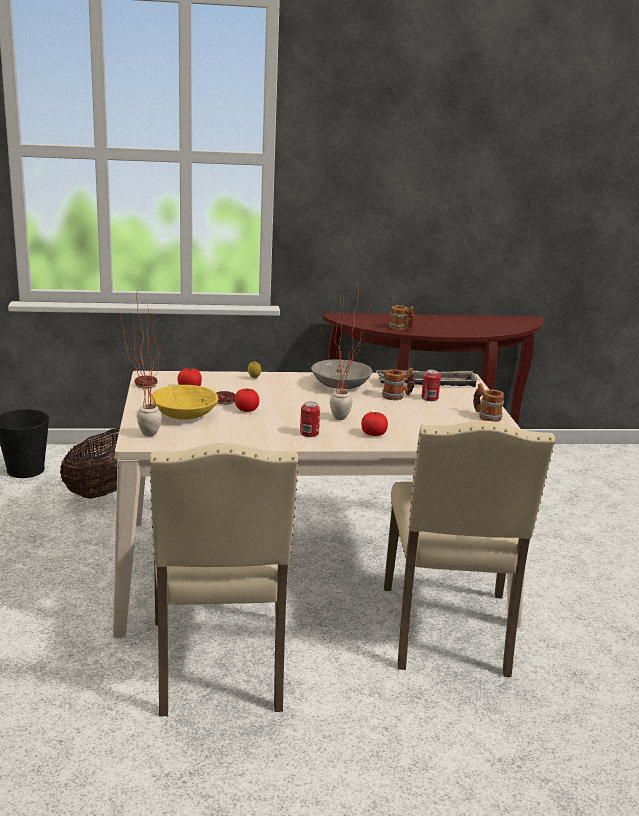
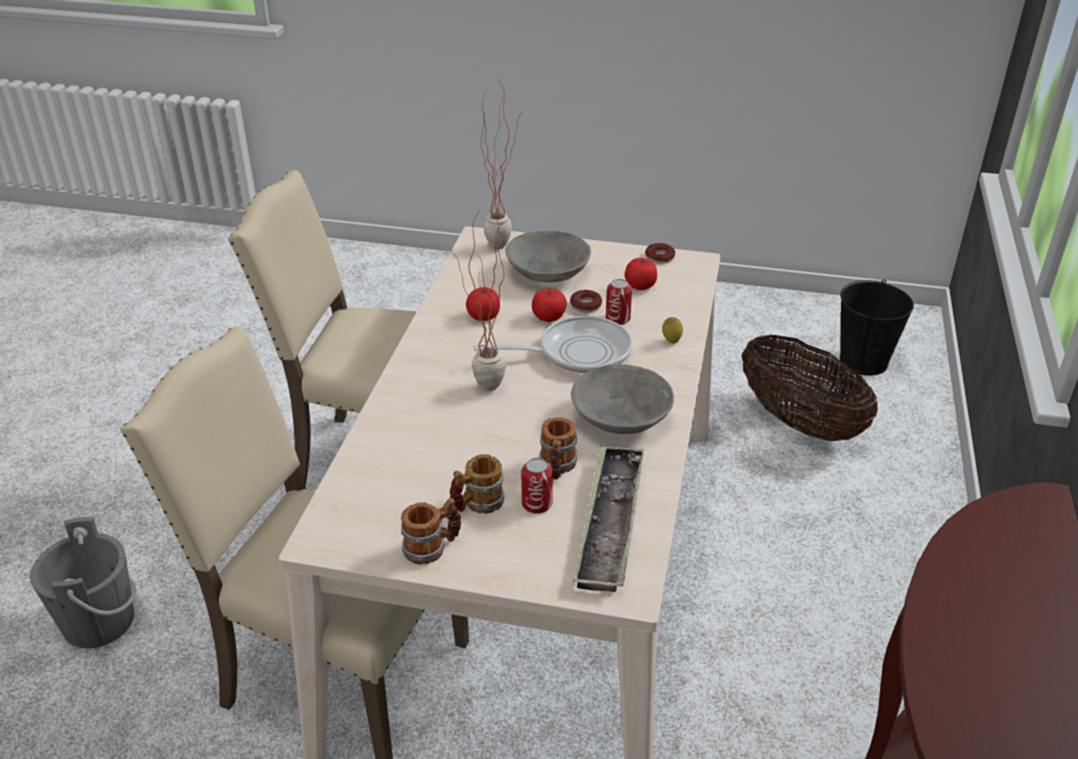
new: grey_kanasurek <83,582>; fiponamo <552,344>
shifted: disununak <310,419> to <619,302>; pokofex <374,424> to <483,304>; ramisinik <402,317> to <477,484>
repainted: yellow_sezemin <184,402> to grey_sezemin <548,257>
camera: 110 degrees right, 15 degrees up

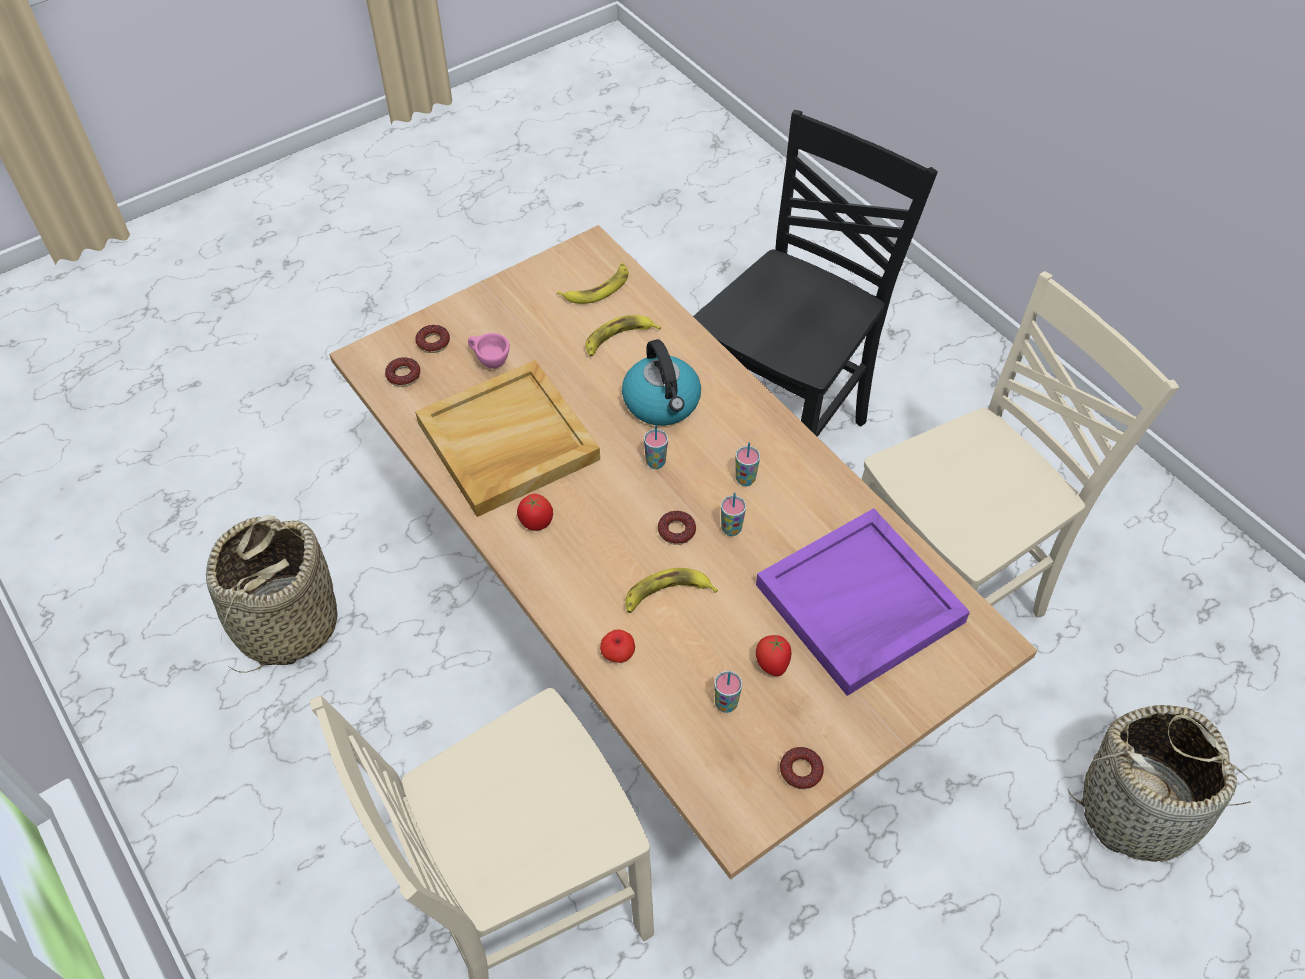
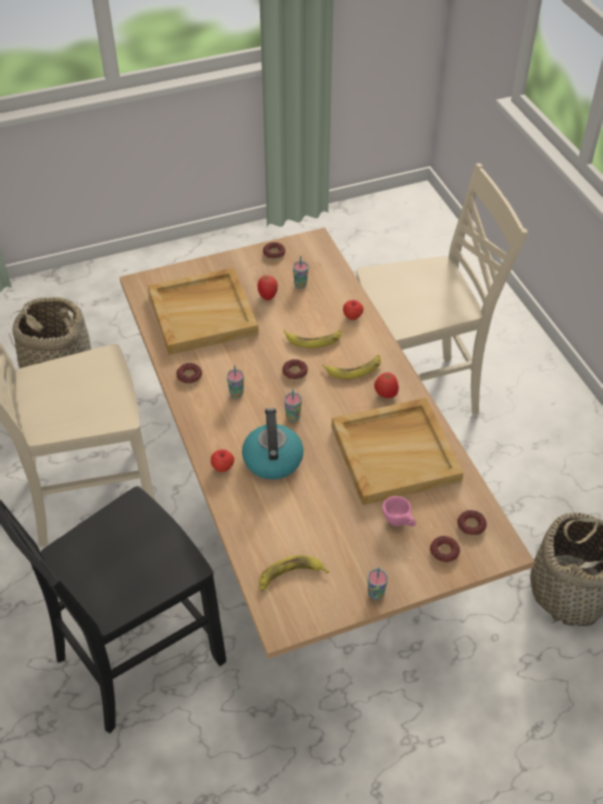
new: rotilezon <189,373>; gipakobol <222,460>
shifted: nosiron <623,335> to <351,366>; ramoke <733,514> to <378,583>
repainted: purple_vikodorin <863,602> to beige_vikodorin <203,311>
camera: 165 degrees left, 5 degrees down

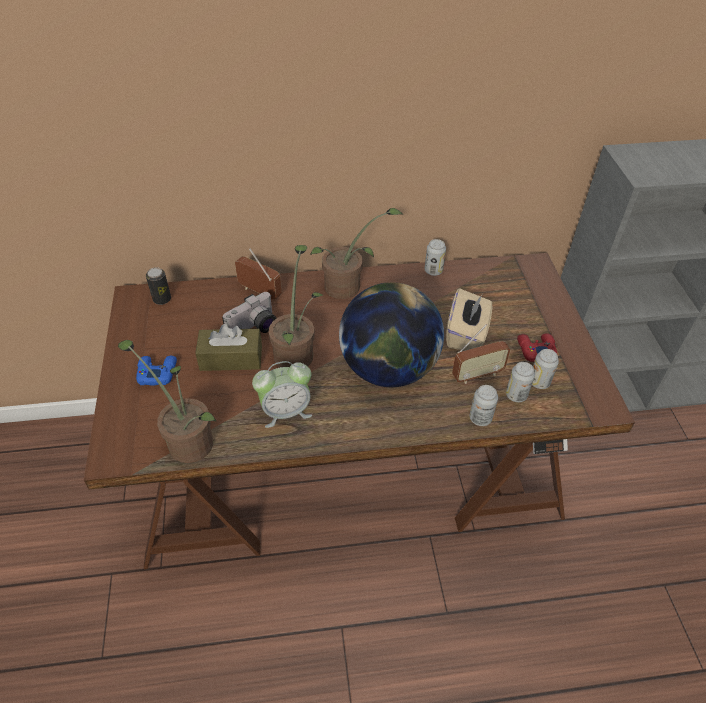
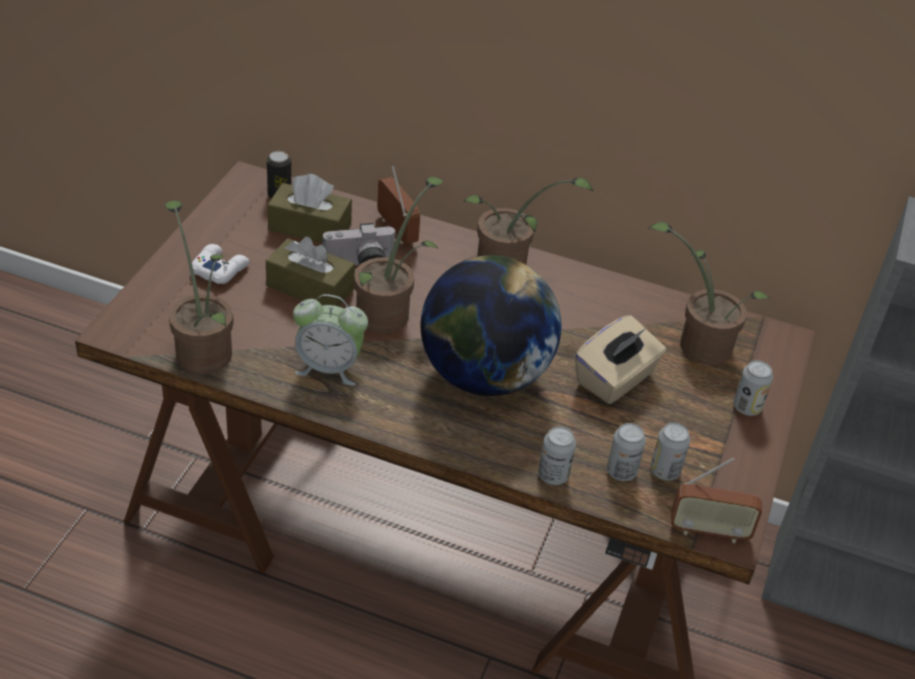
gone: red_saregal <537,347>
new: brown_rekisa <310,208>; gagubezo <709,293>
shifted: disununak <435,257> to <753,388>; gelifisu <481,354> to <716,501>
repainted: blue_saregal <156,371> to white_saregal <220,264>
camera: 25 degrees right, 5 degrees down

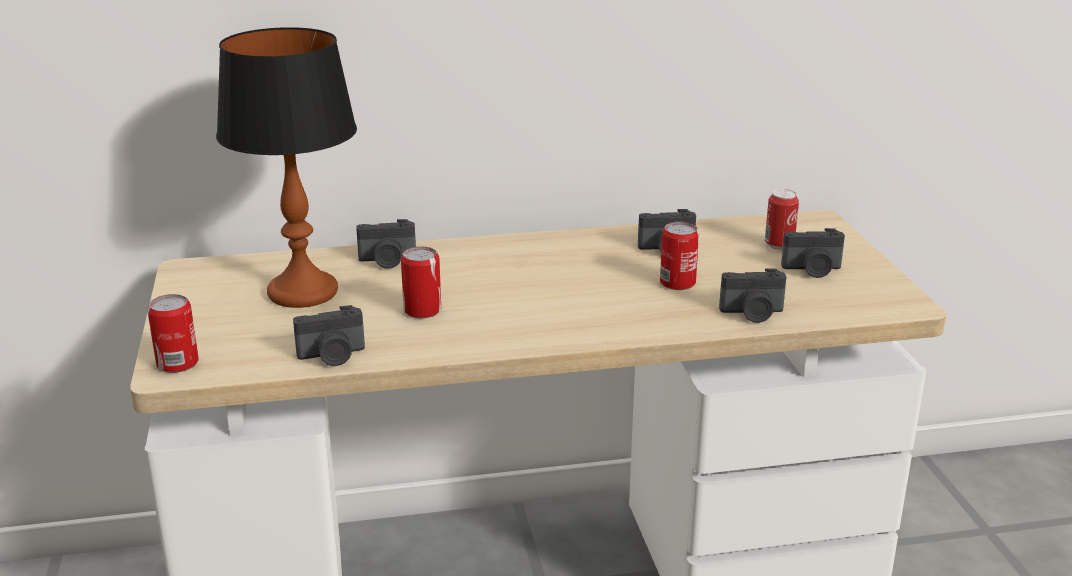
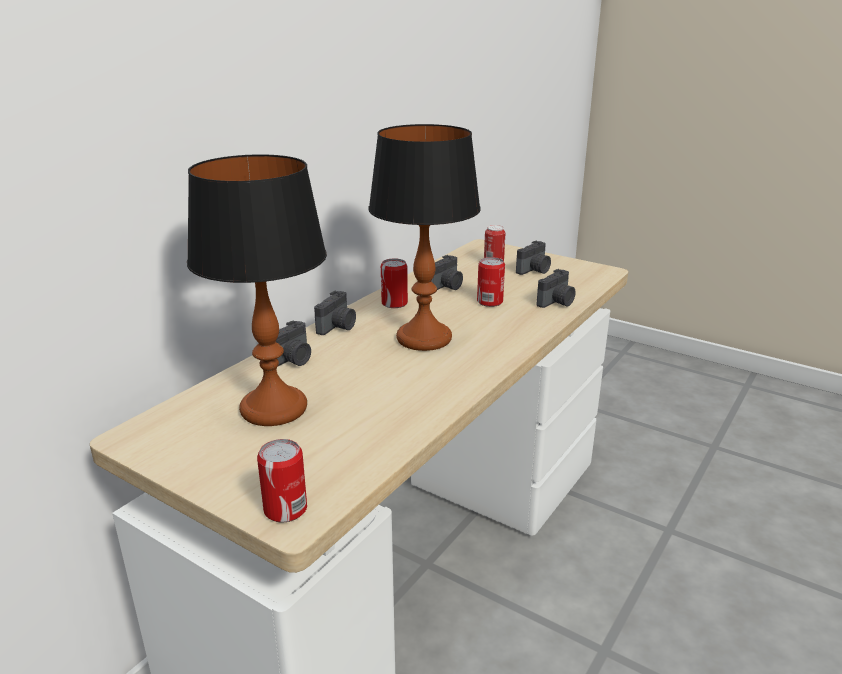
new: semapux <424,237>
shifted: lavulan <329,335> to <335,313>; disununak <421,282> to <394,283>
camera: 45 degrees left, 0 degrees up

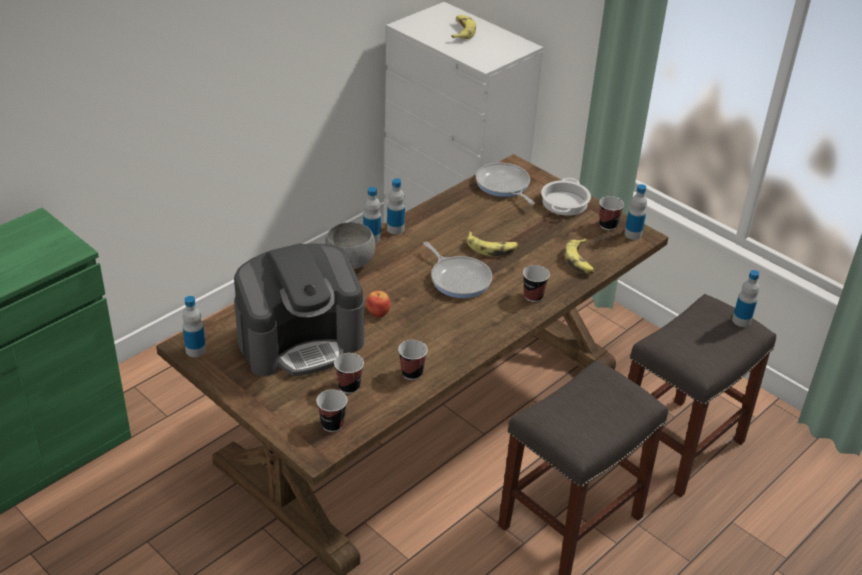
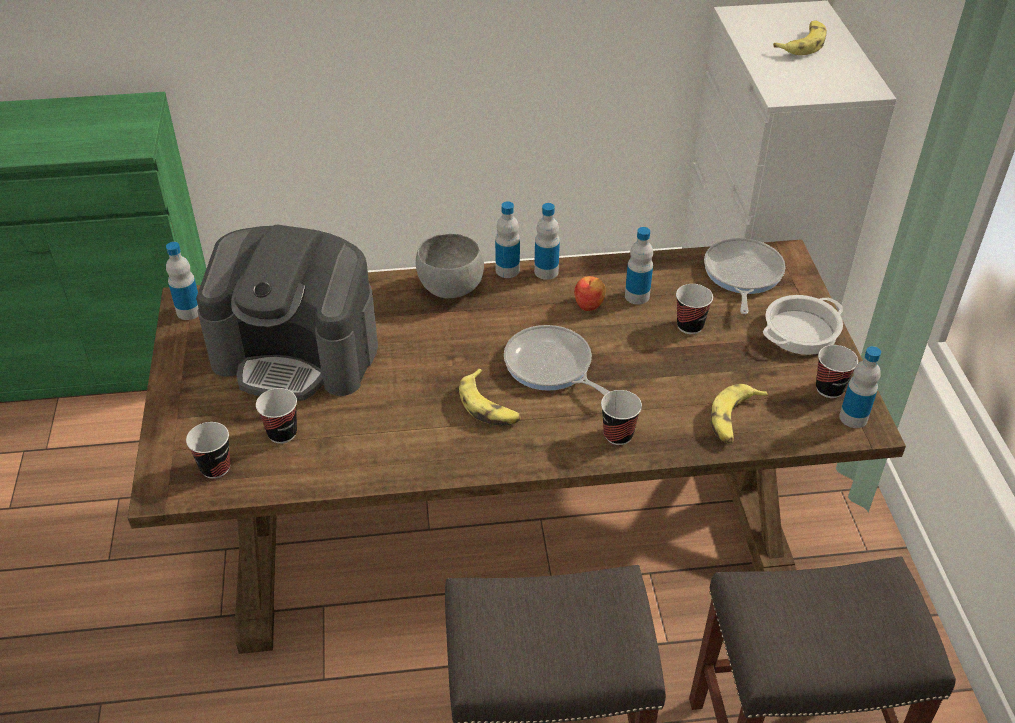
shifted: gipakobol <378,304> to <590,293>; ramoke <413,360> to <694,309>; nosiron <492,244> to <490,397>; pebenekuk <746,298> to <639,266>
rotated: fiponamo <457,270> = <557,360> 135 degrees clockwise
camera: 40 degrees right, 5 degrees up

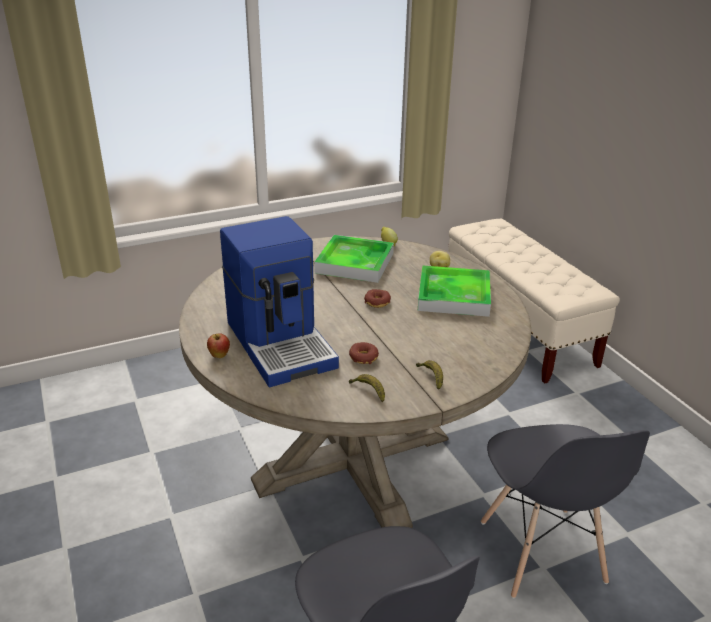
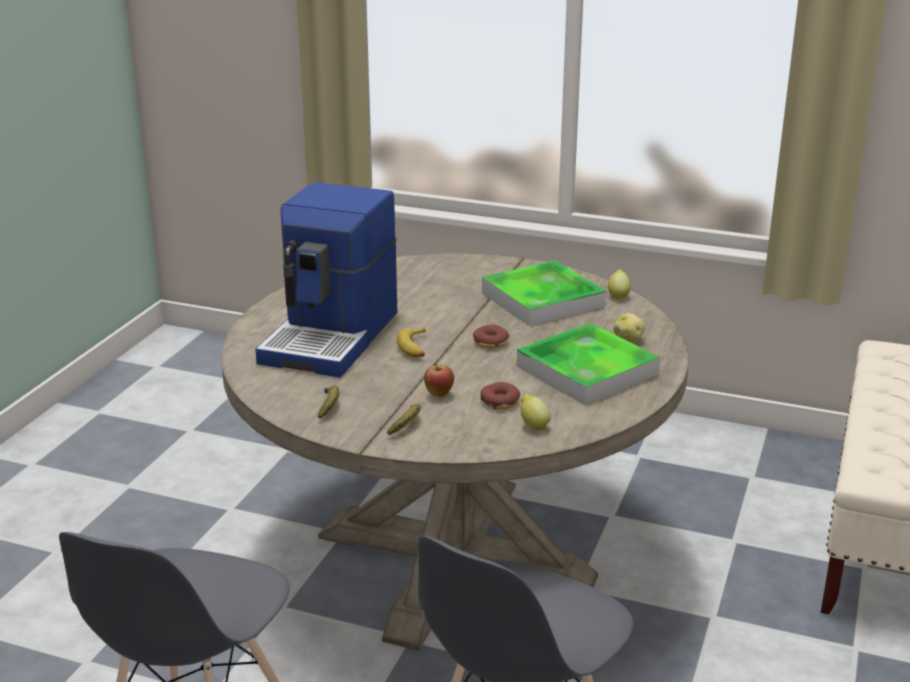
new: nosiron <411,343>; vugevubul <536,412>
shifted: gipakobol <218,345> to <439,380>; rotilezon <364,353> to <500,396>
camera: 45 degrees right, 5 degrees down

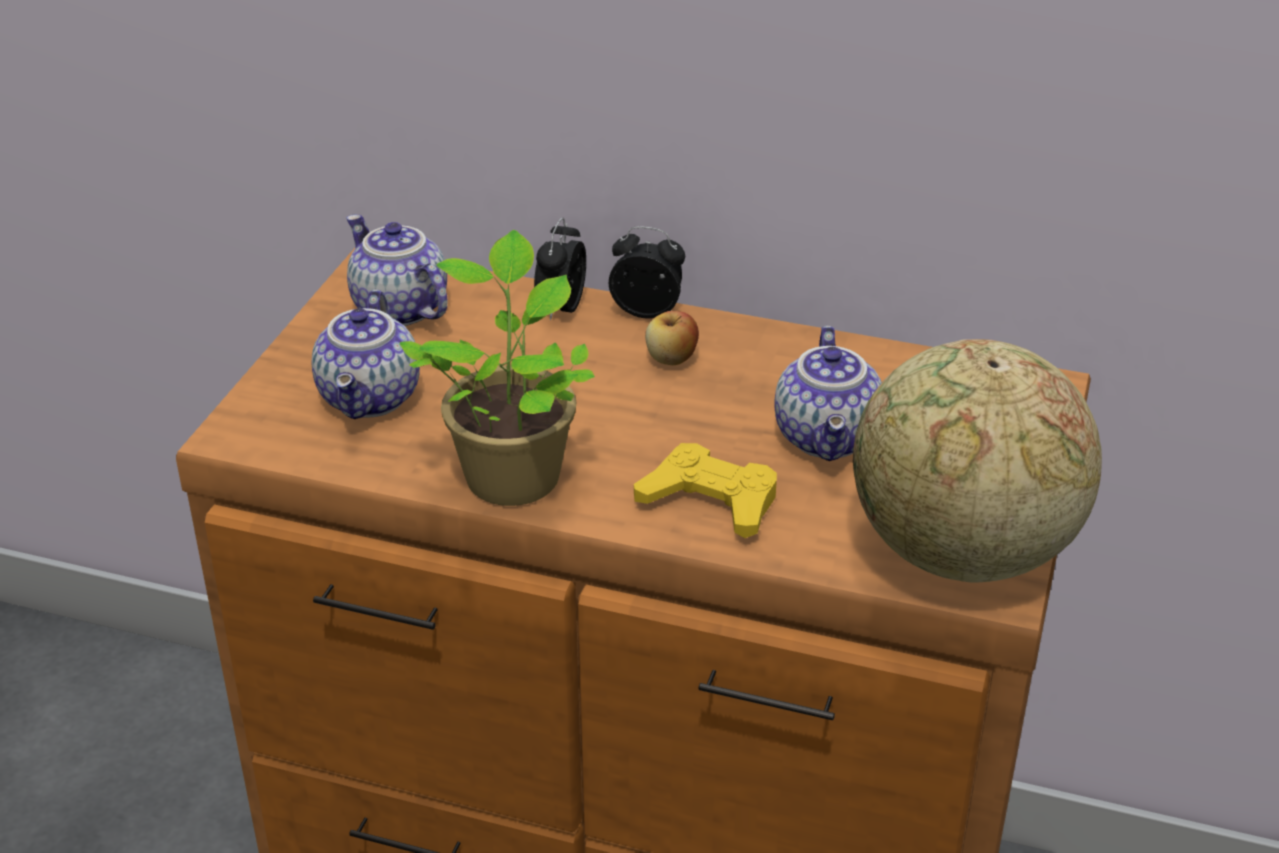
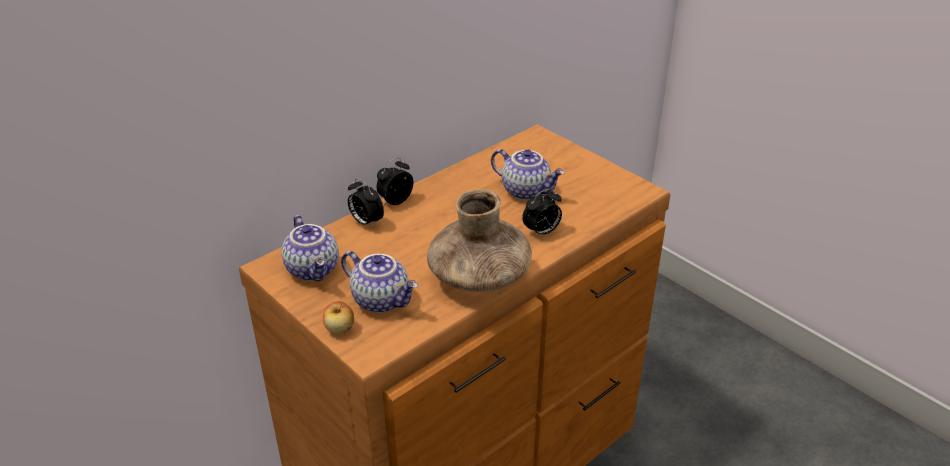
gone: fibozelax <977,461>
shifted: gipakobol <672,338> to <338,318>
swapped: gagubezo <497,368> to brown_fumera <479,240>; yellow_saregal <705,490> to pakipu <542,213>
rotated: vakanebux <396,270> = <310,248> 105 degrees counterclockwise
camera: 60 degrees left, 0 degrees up

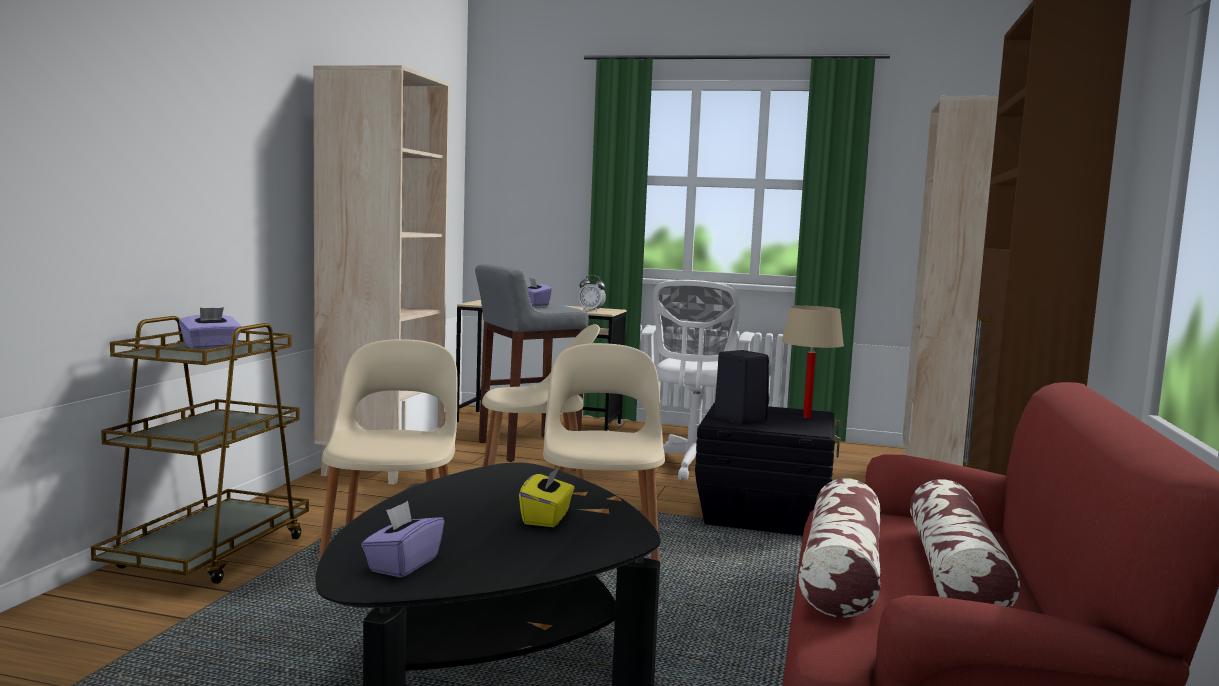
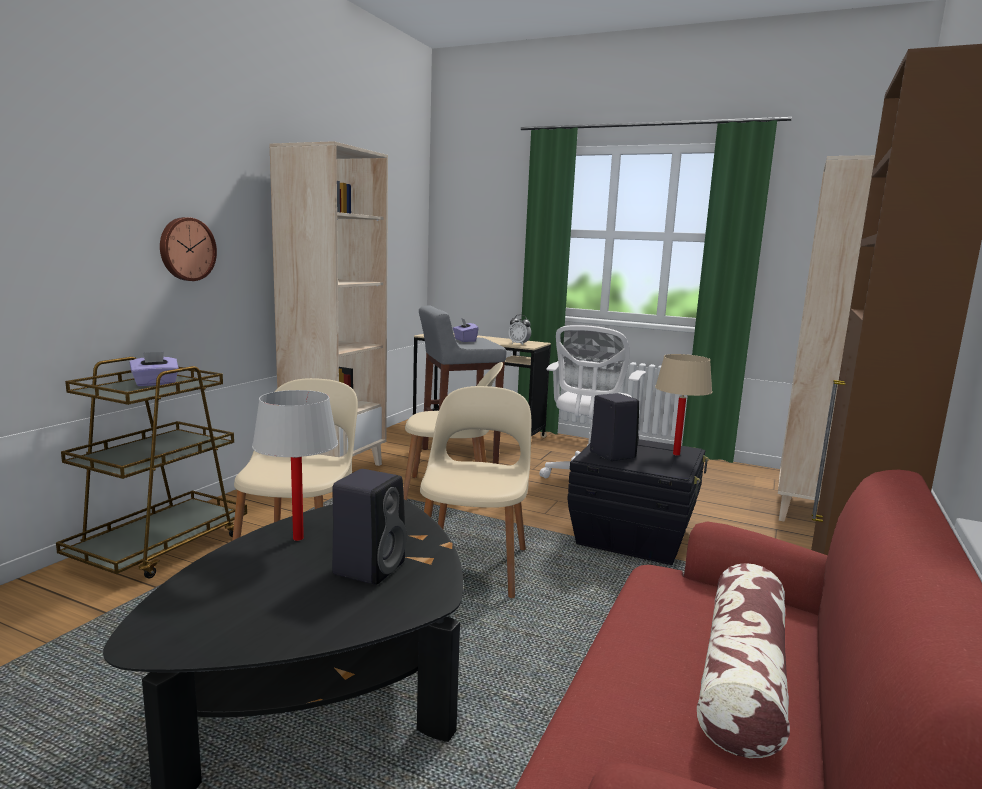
gone: purple_rekisa <402,539>; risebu <839,548>
new: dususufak <188,249>; white_semapux <295,465>
swapped: yellow_rekisa <547,496> to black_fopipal <369,527>
camera: 10 degrees right, 5 degrees up

